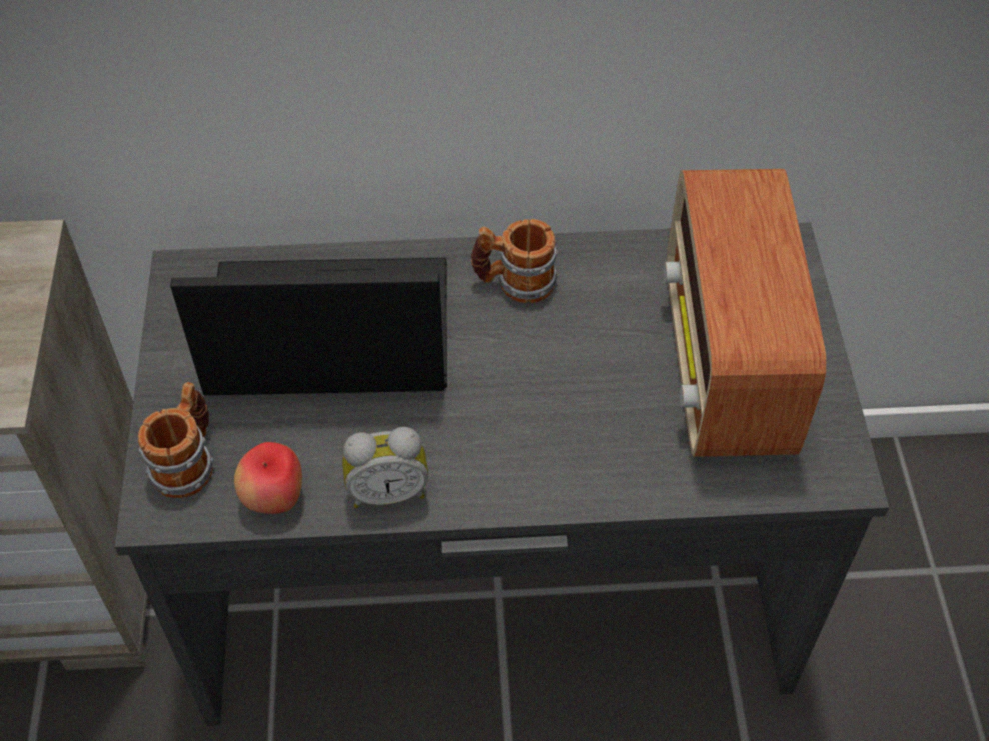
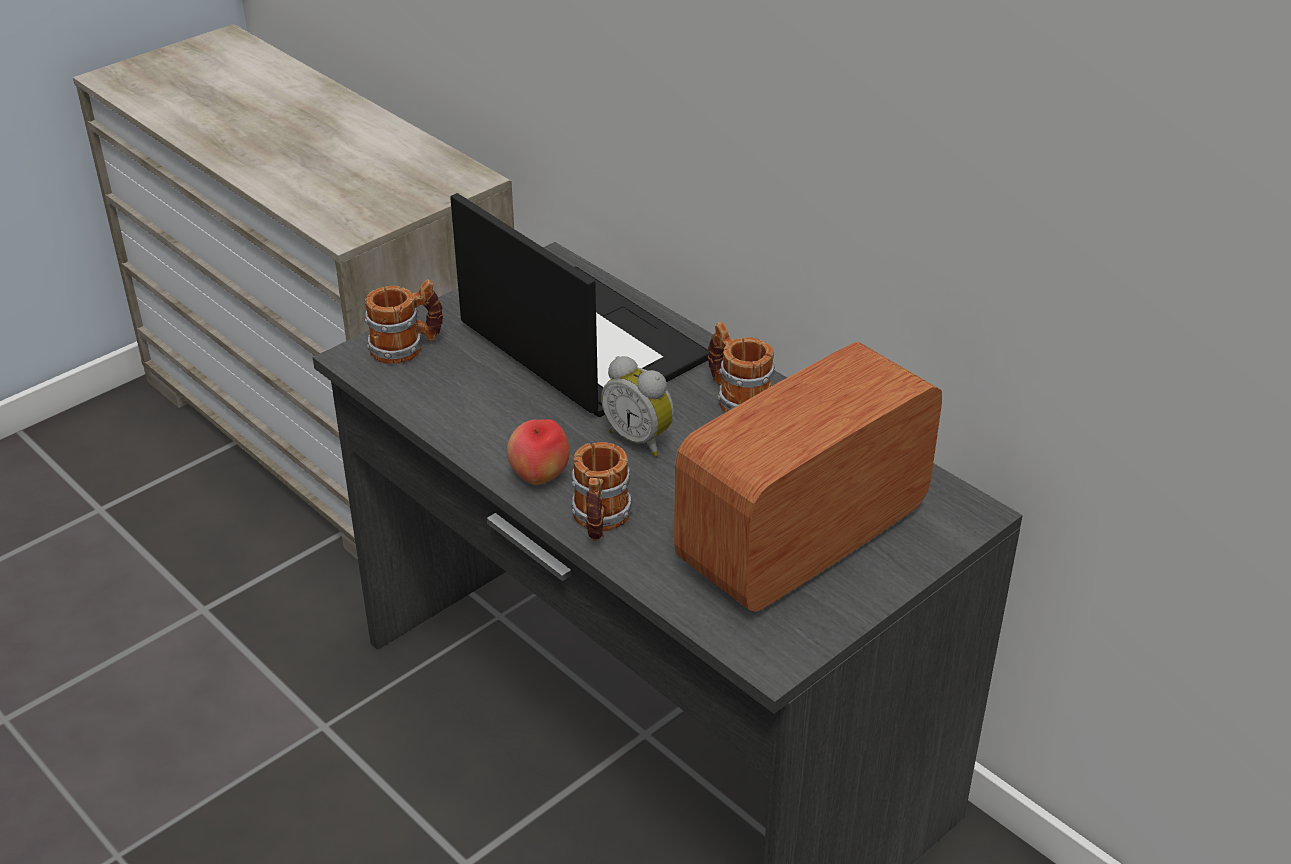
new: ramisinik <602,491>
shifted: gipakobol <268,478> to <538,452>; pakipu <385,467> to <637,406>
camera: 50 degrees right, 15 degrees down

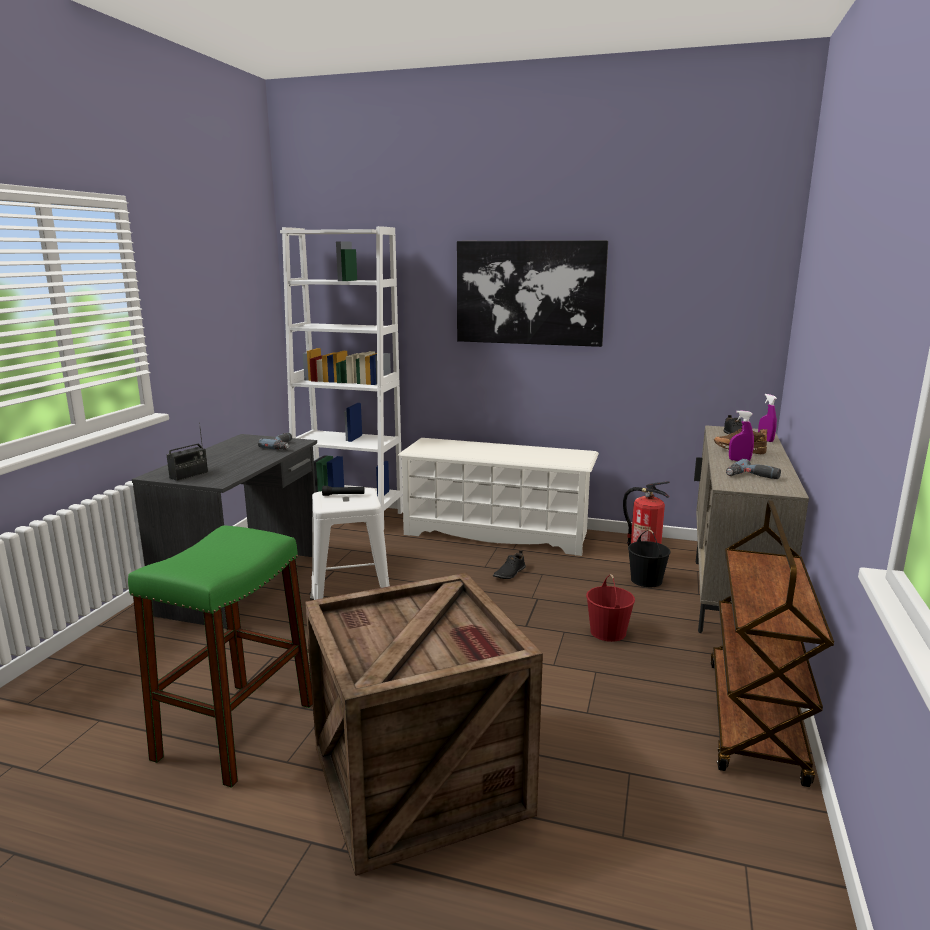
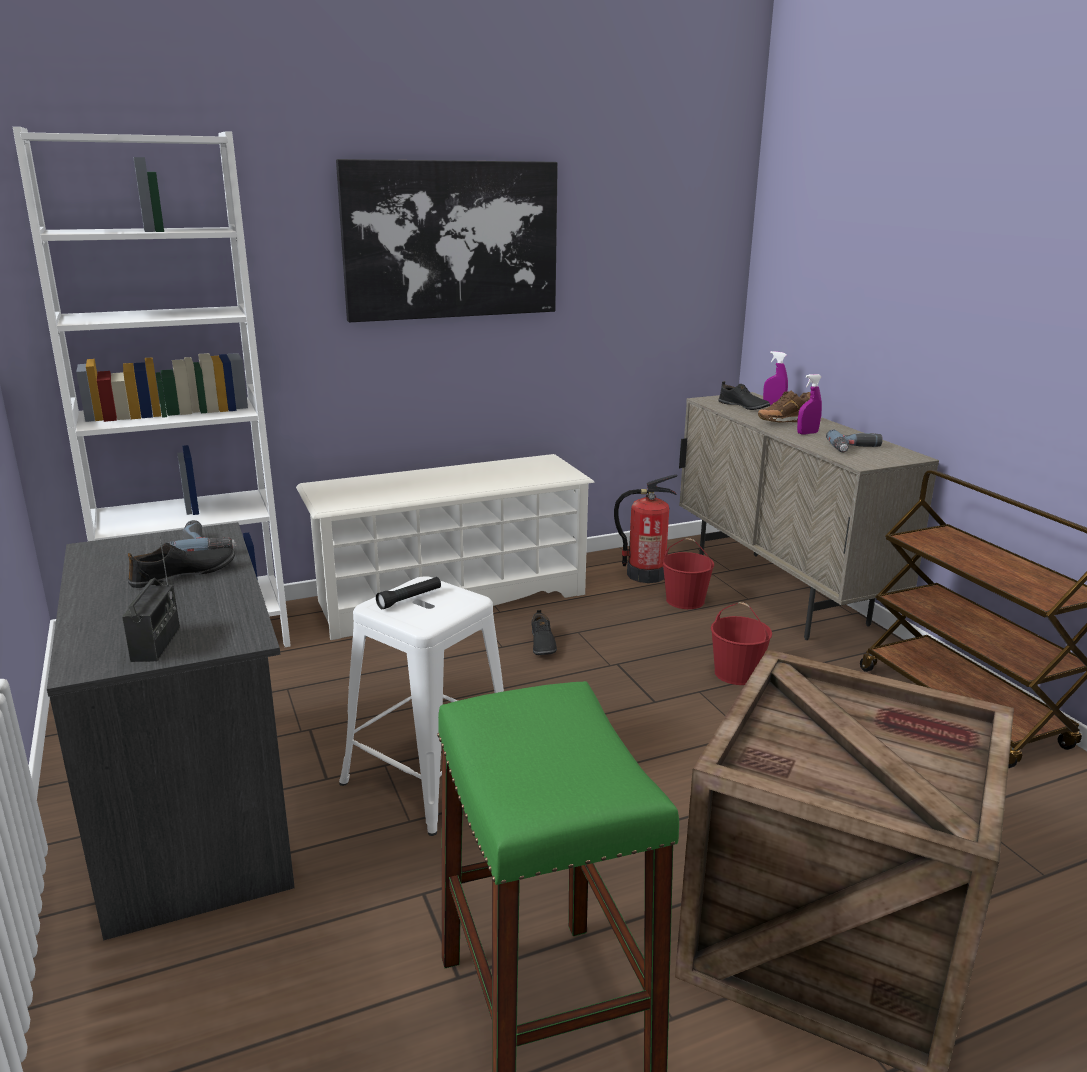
new: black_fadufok <181,565>
repainted: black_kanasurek <649,558> to red_kanasurek <688,573>
camera: 40 degrees left, 5 degrees up

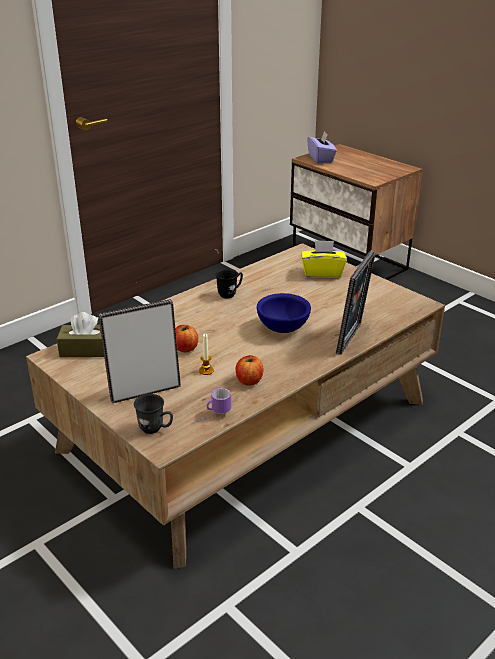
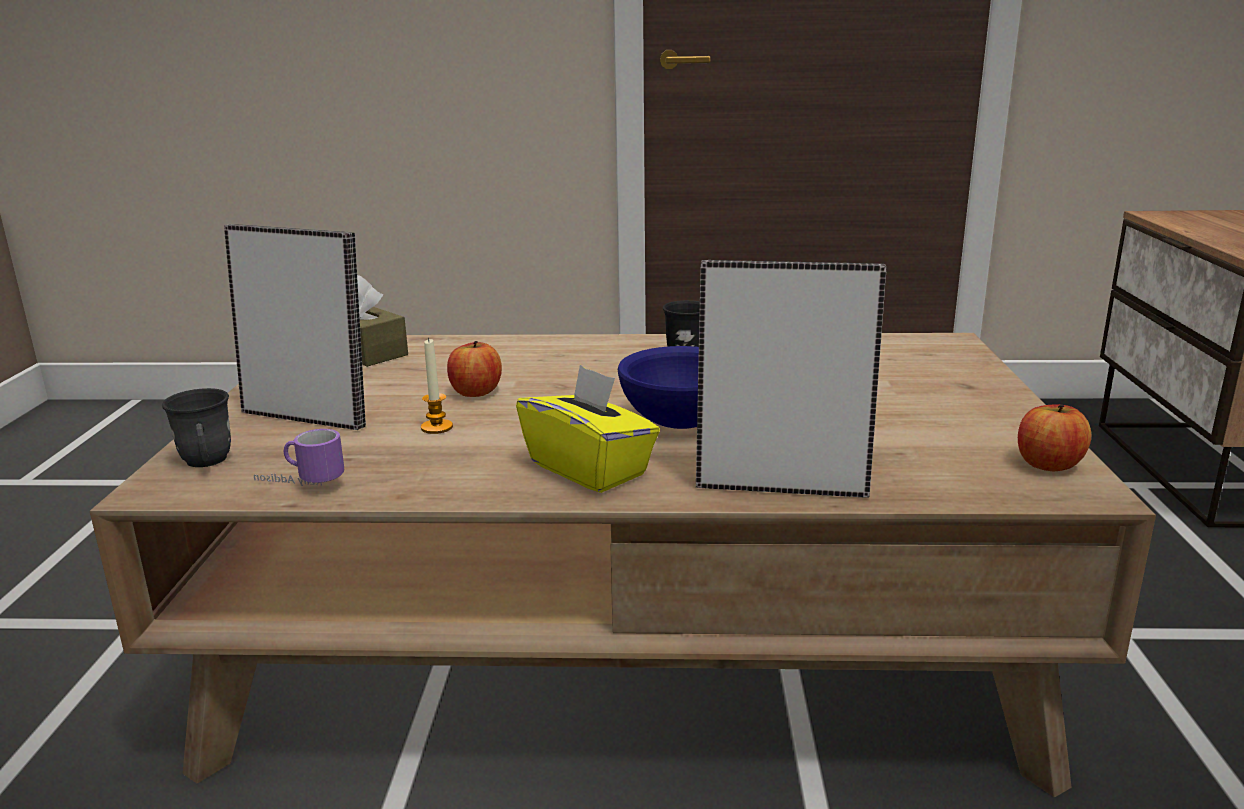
gone: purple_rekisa <322,147>
shifted: gipakobol <250,370> to <1054,437>; yellow_rekisa <324,259> to <588,429>
rotated: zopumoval <356,302> = <791,379> 150 degrees counterclockwise
camera: 45 degrees right, 10 degrees down

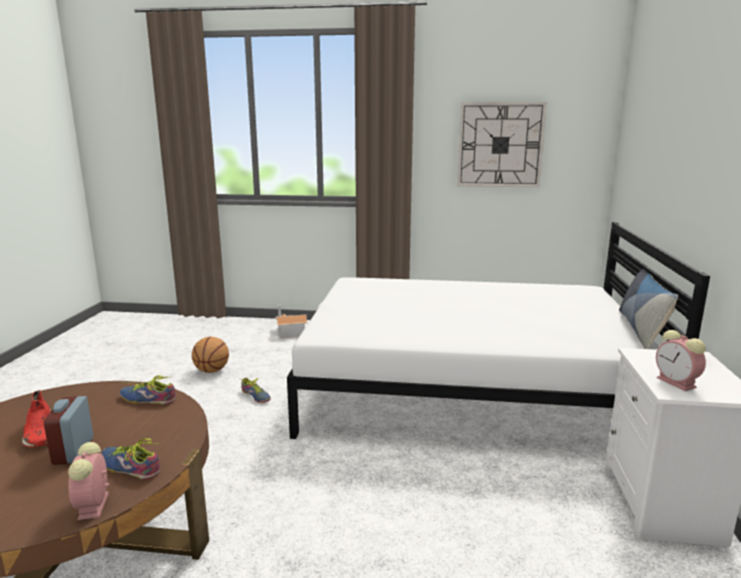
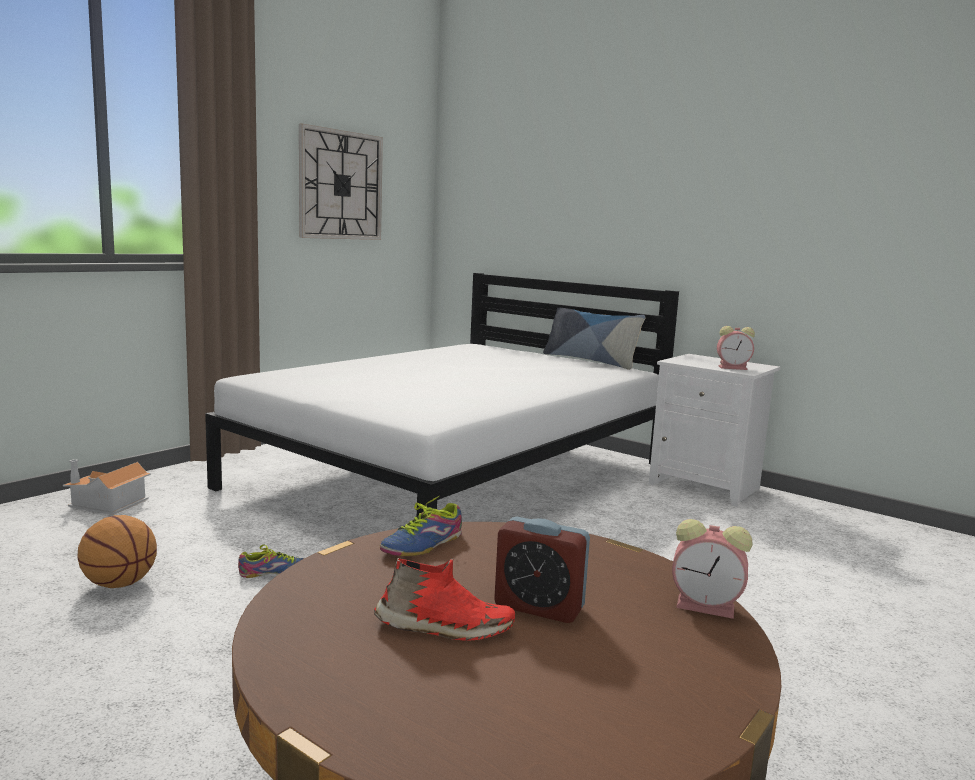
gone: fadufok <130,458>
camera: 60 degrees left, 5 degrees down

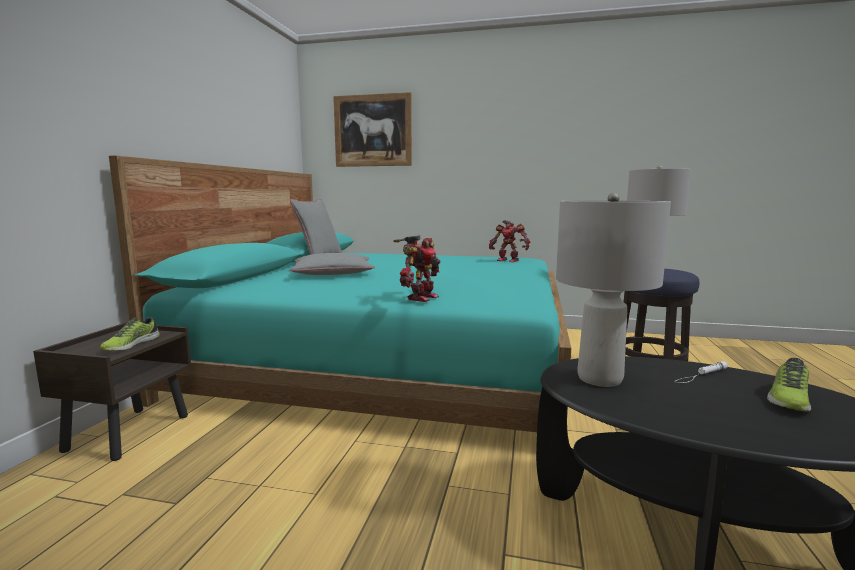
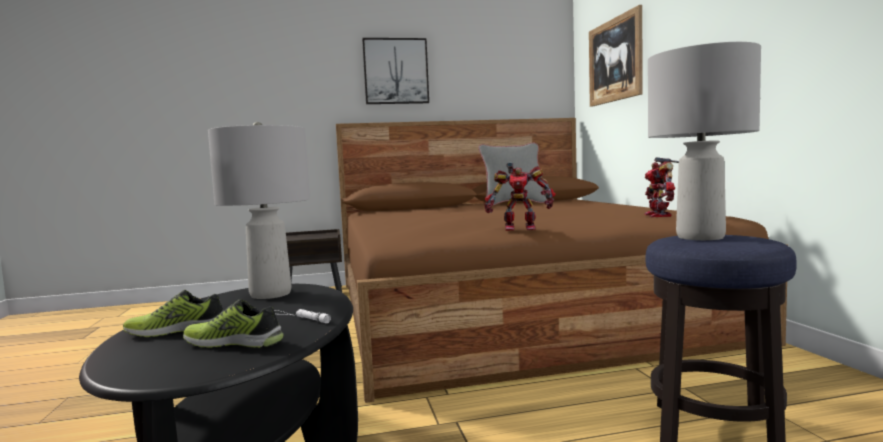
gone: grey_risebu <332,264>
new: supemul <395,71>
shifted: fadufok <130,334> to <173,313>; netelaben <417,268> to <520,196>
repainted: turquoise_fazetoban <340,293> to brown_fazetoban <562,260>
camera: 65 degrees right, 5 degrees down

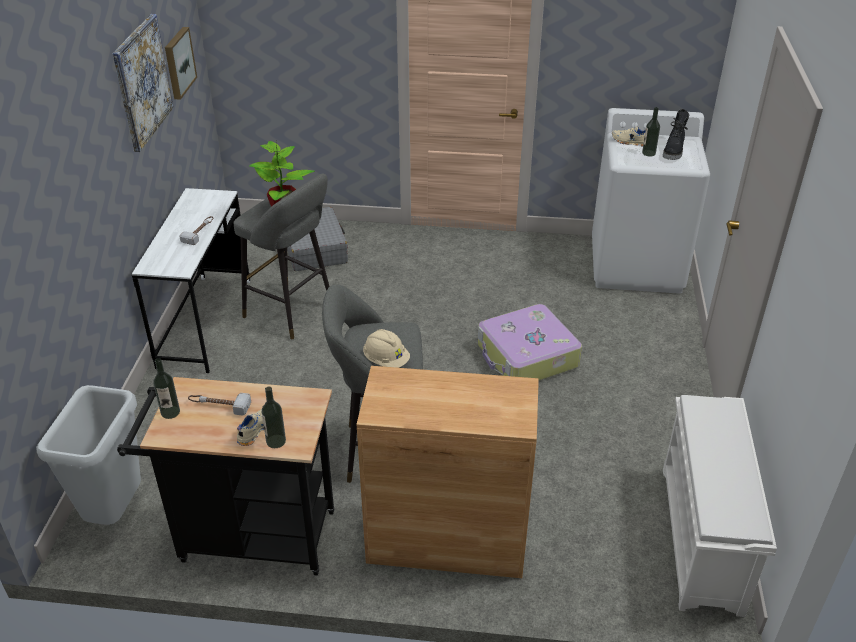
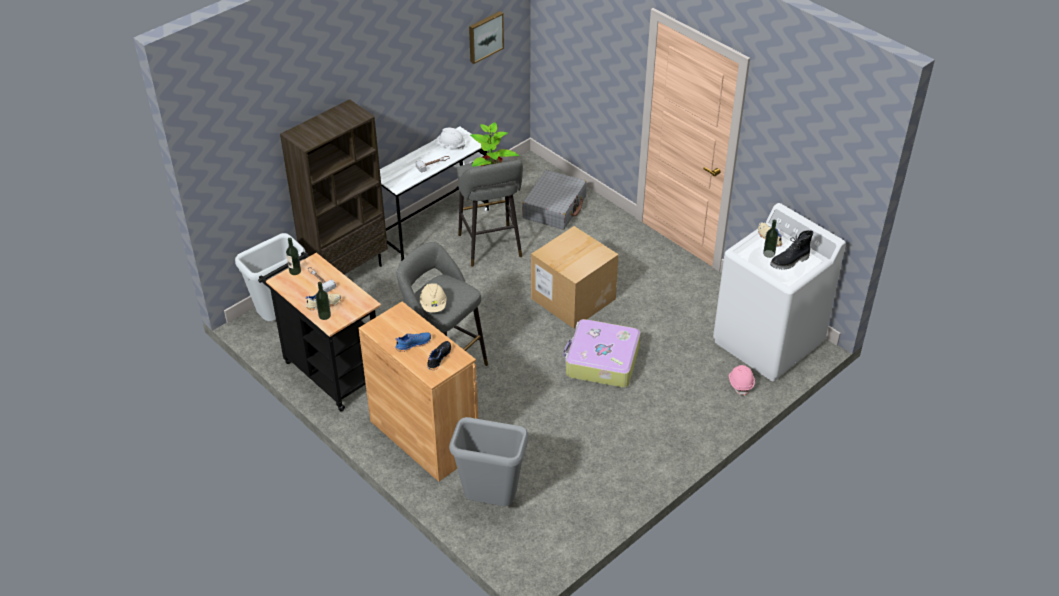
gone: supemul <143,83>; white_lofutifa <720,506>
new: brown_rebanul <334,186>; blue_fadufok <413,342>; black_fadufok <439,355>; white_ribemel <450,138>; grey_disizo <488,461>; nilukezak <575,277>; pink_ribemel <742,380>
camera: 40 degrees right, 5 degrees up

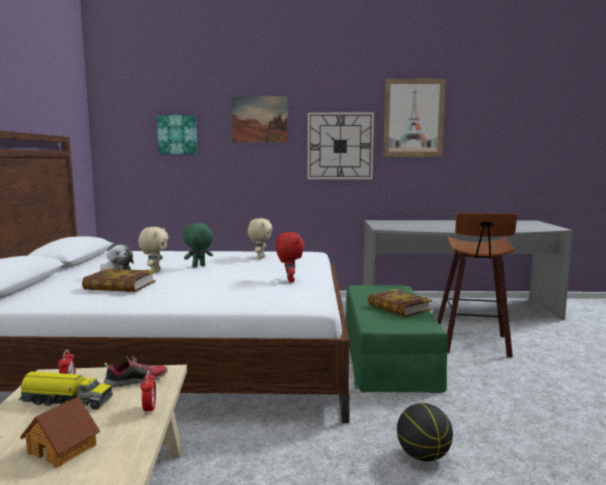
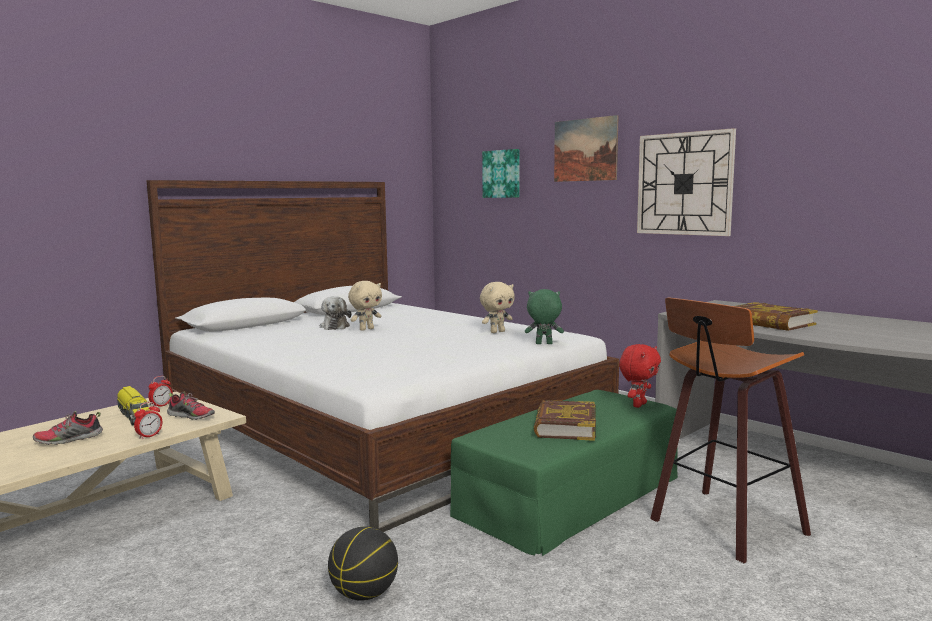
gone: supemul <414,118>
shifted: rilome <119,280> to <777,316>; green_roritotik <198,245> to <544,316>; red_roritotik <290,257> to <640,376>
swapped: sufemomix <60,432> to fadufok <68,428>
camera: 45 degrees right, 0 degrees up

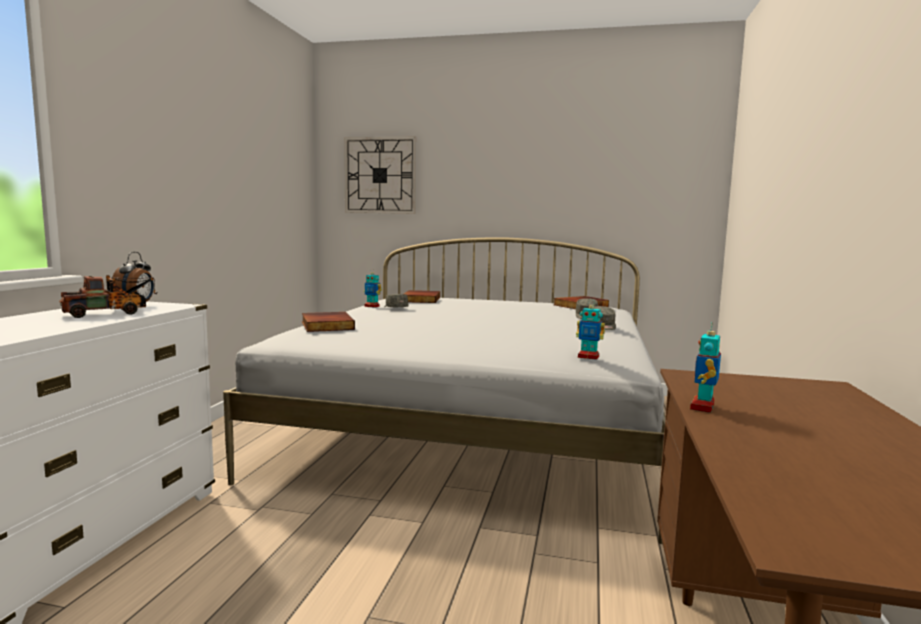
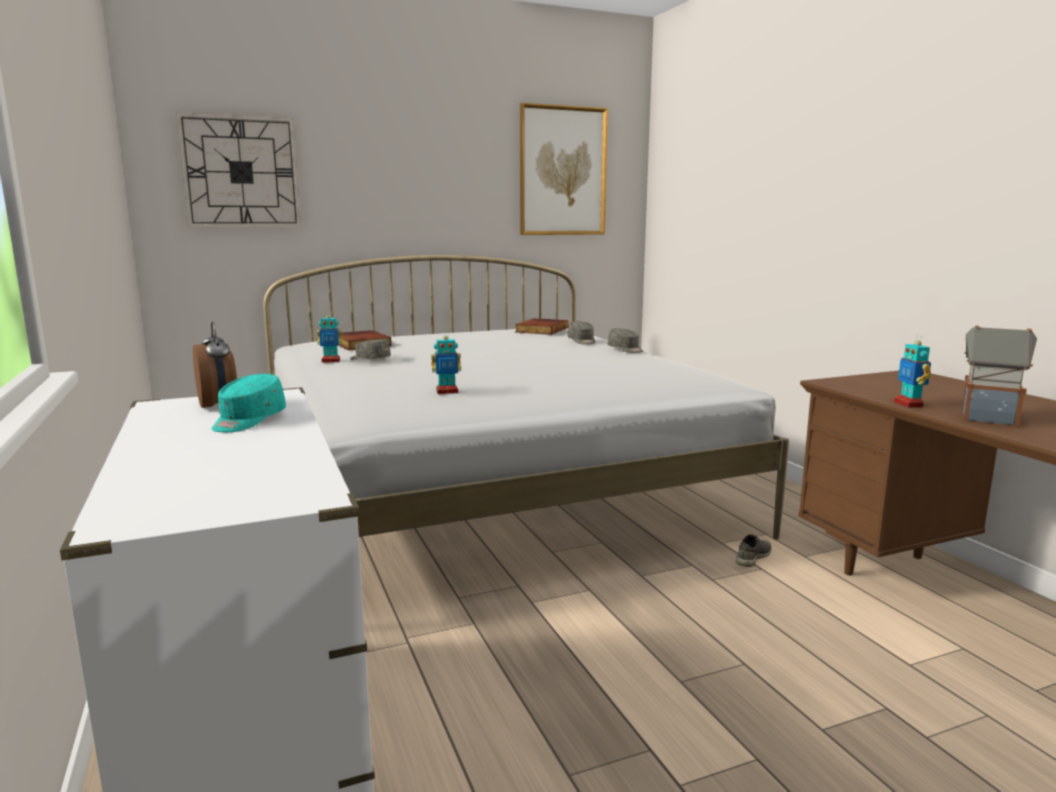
gone: rilome <328,322>
new: supemul <564,169>; grey_fadufok <753,550>; sufemomix <999,376>
shifted: netelaben <590,330> to <446,362>
swapped: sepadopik <108,296> to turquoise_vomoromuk <249,403>
camera: 35 degrees left, 5 degrees up

